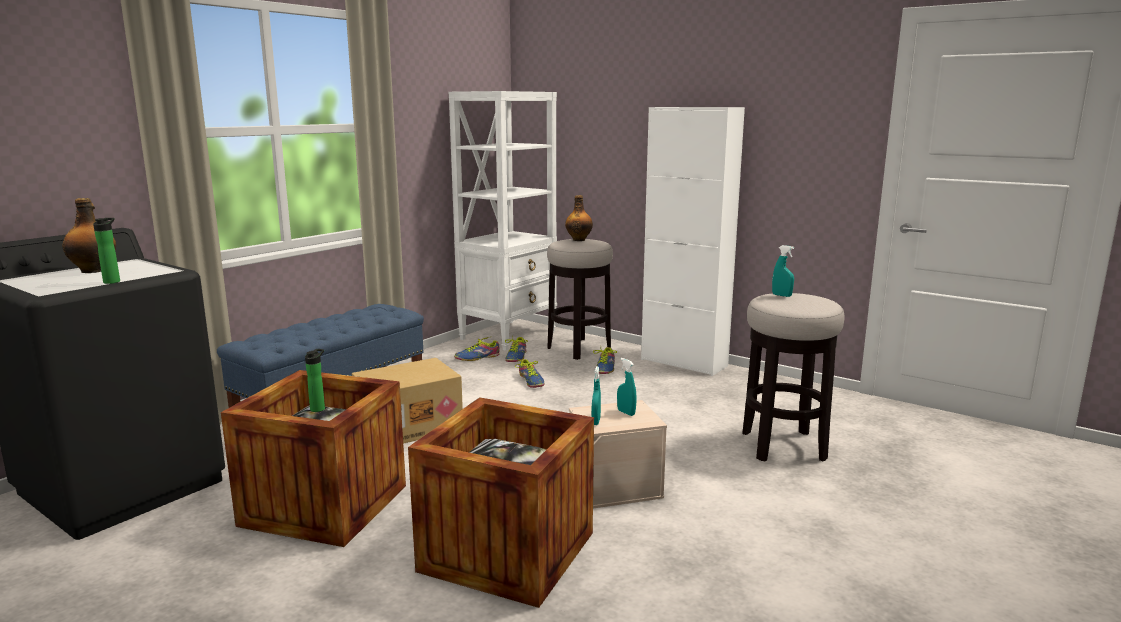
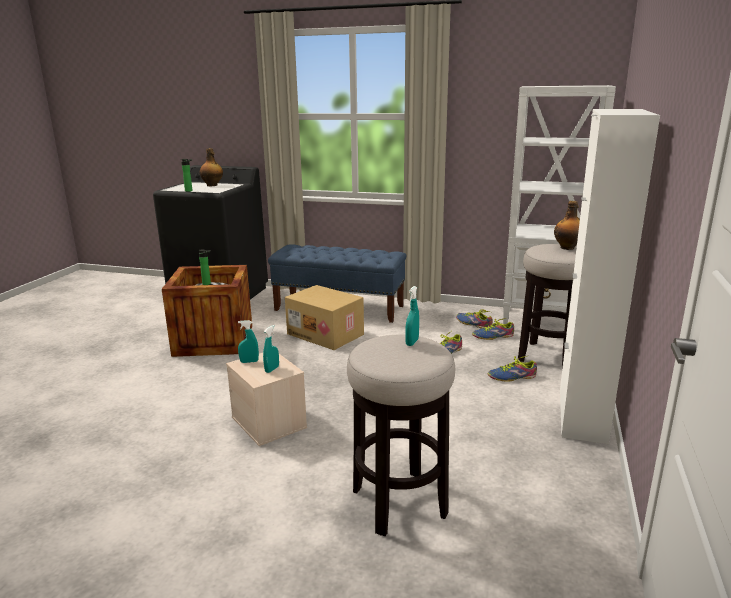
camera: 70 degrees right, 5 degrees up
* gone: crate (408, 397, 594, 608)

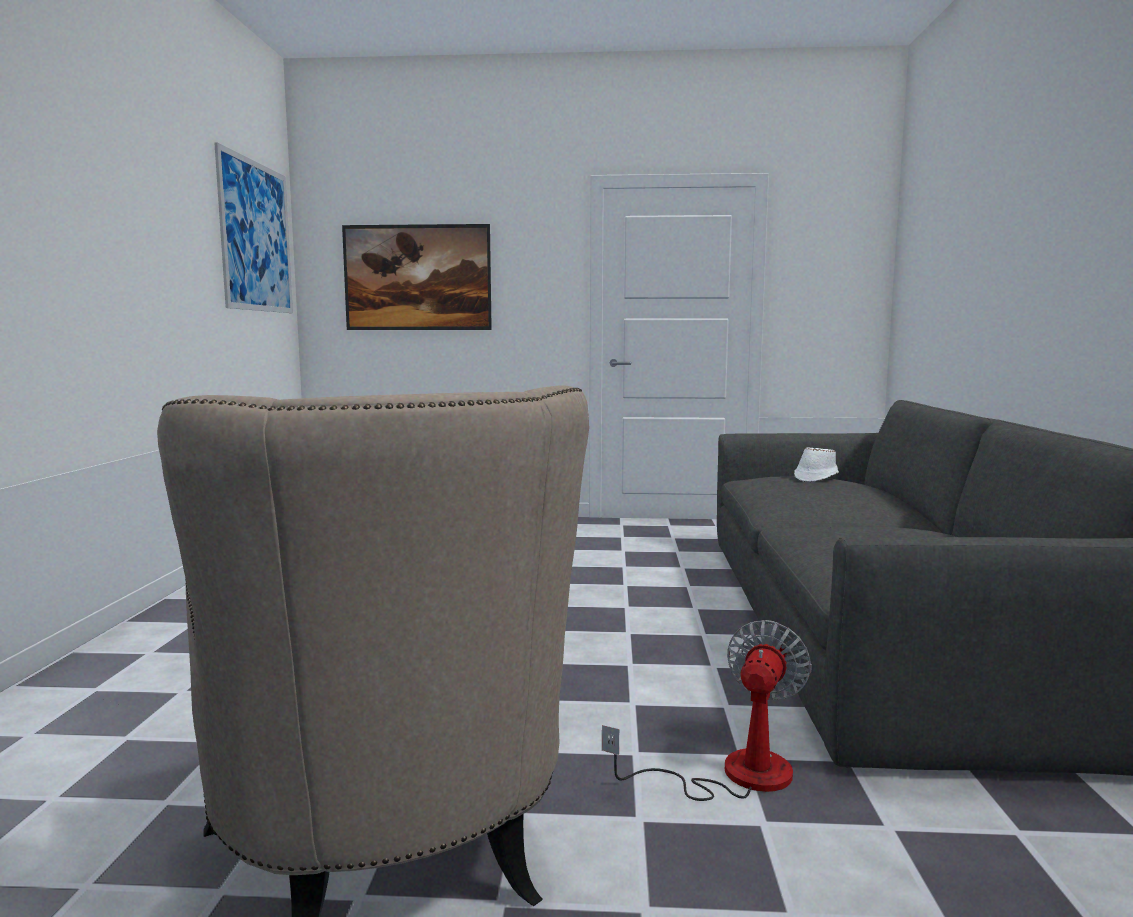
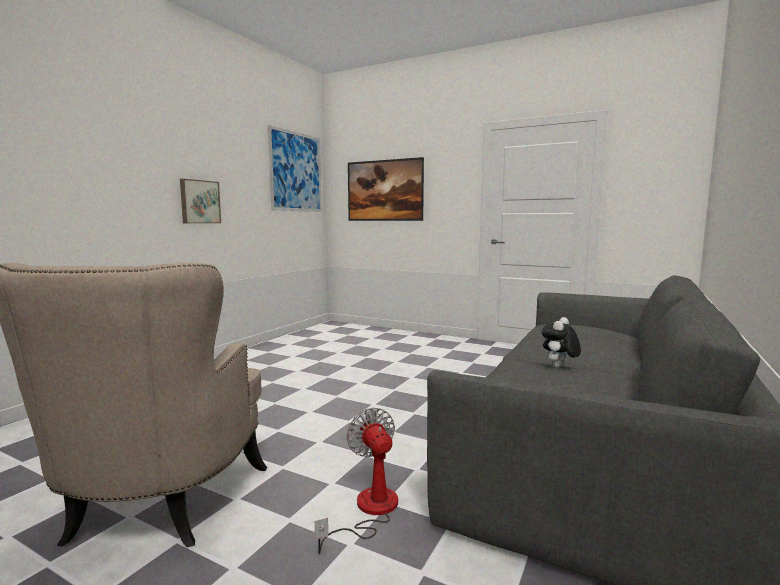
camera: 25 degrees right, 0 degrees up
* rotated: fan (602, 620, 812, 801) = (315, 407, 398, 554) 75 degrees counterclockwise
* gone: hat in white (794, 447, 839, 482)
* new: picture (180, 179, 221, 223)
* new: plush toy (542, 317, 581, 368)

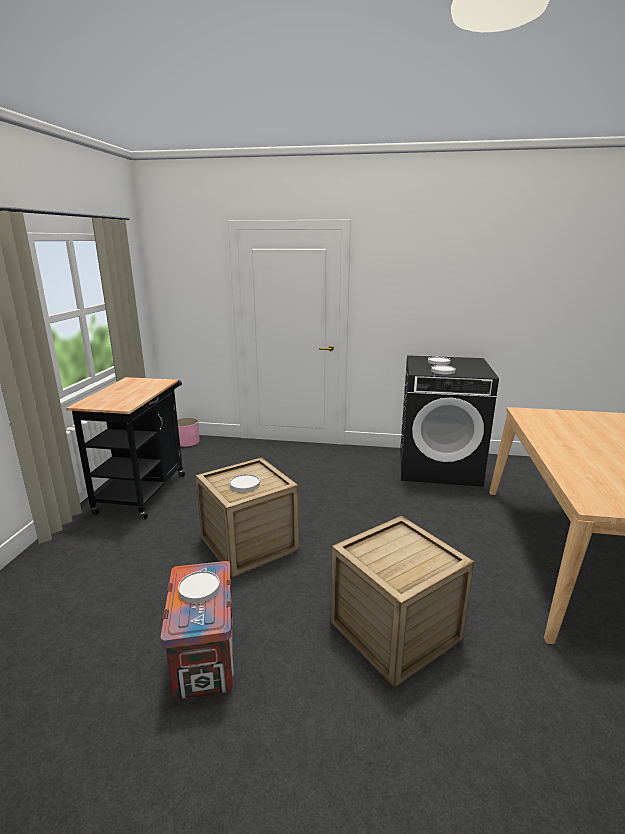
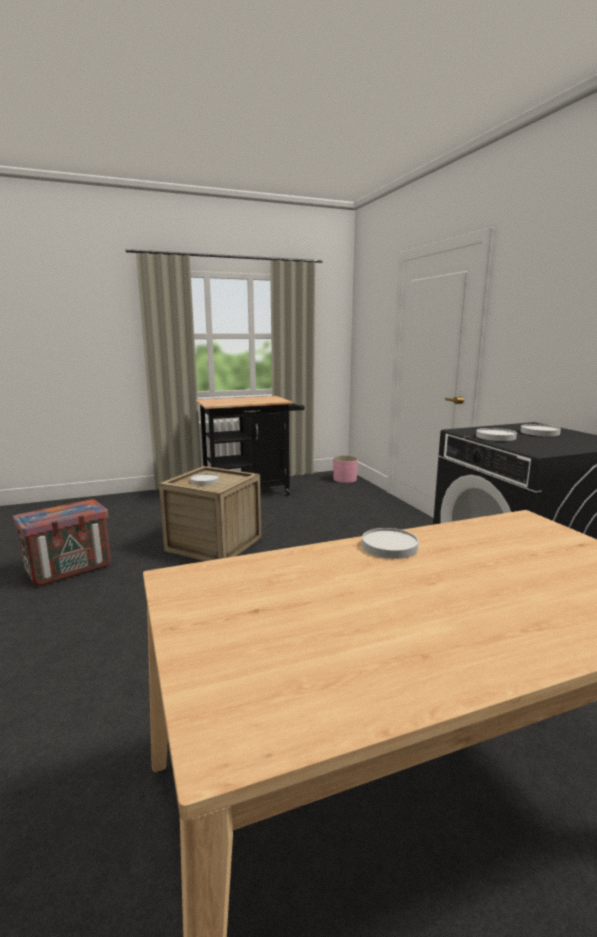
camera: 60 degrees right, 5 degrees down
* shifted: plate in white (178, 571, 220, 603) to (362, 528, 419, 559)
* gone: crate (330, 516, 475, 688)

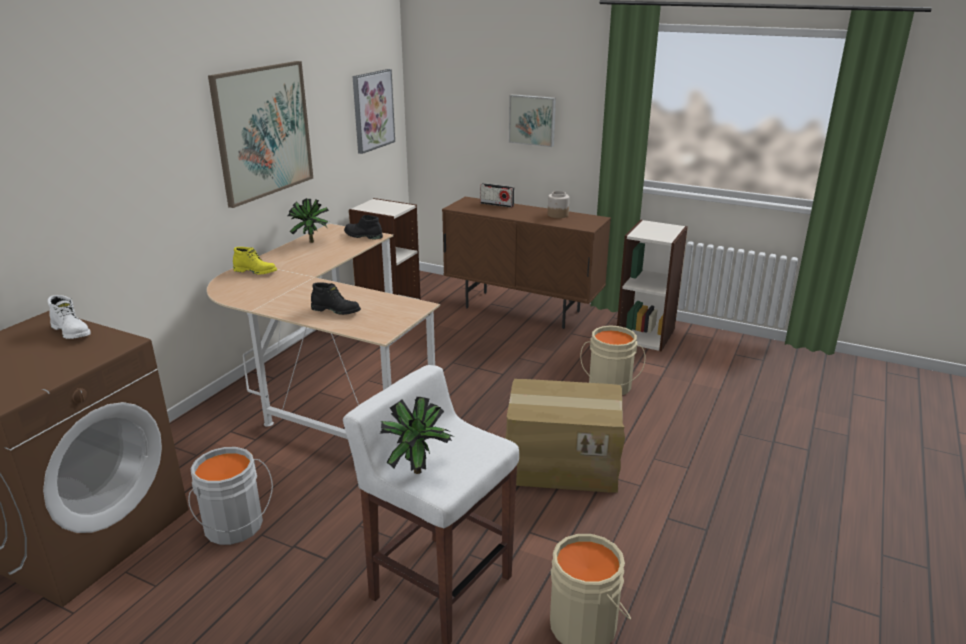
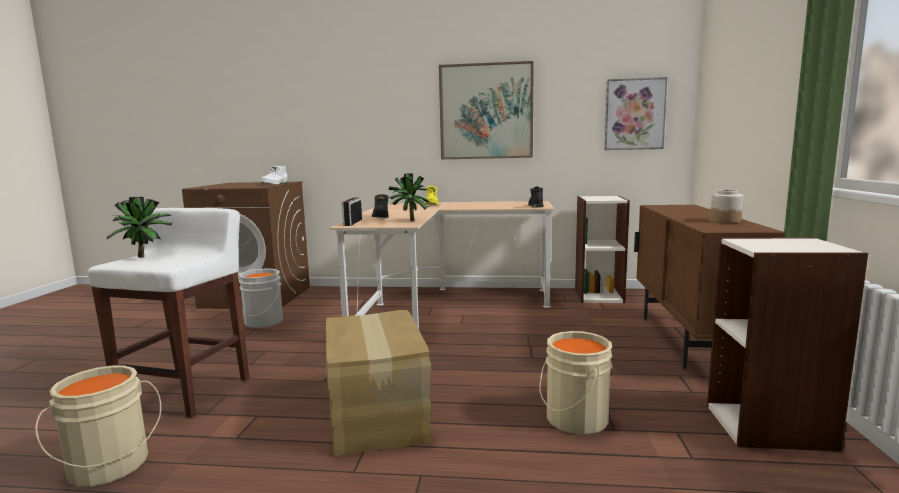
camera: 70 degrees right, 15 degrees down
* shifted: potted plant (288, 198, 329, 243) to (388, 173, 431, 221)
* shifted: radio (480, 183, 514, 208) to (341, 197, 362, 226)
* gone: picture (509, 94, 556, 147)

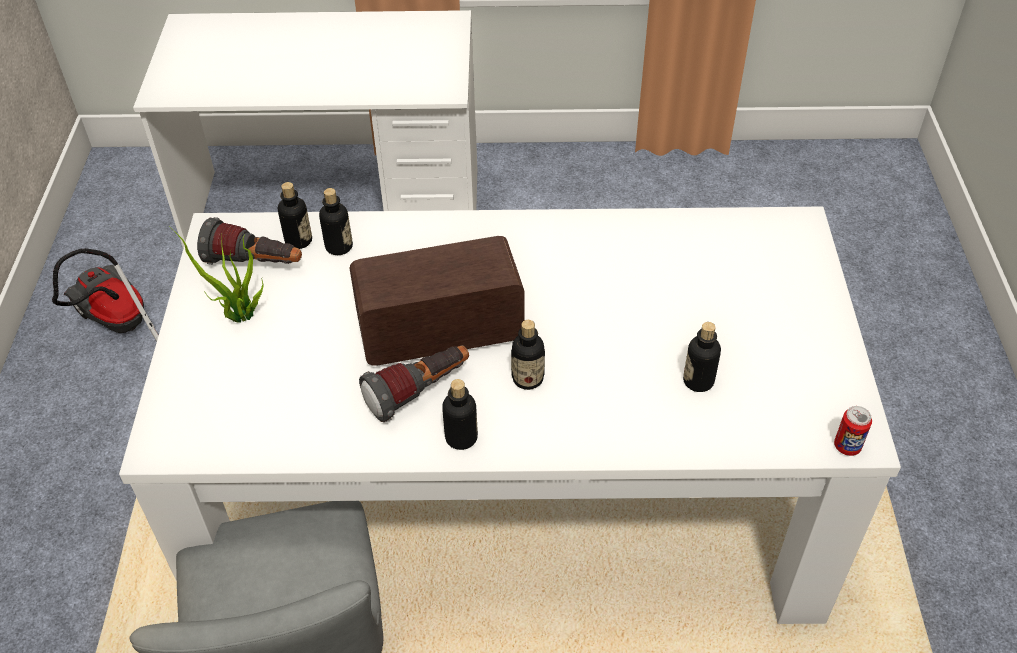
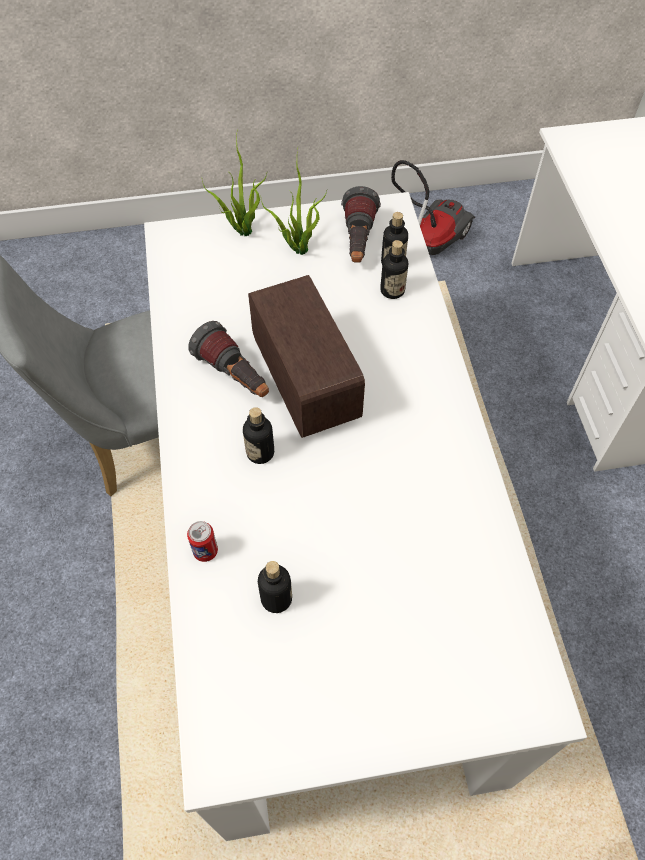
camera: 80 degrees right, 10 degrees up
* gone: bottle (442, 379, 478, 450)
* shifted: can (834, 406, 872, 456) to (187, 521, 218, 562)
* new: potted plant (202, 128, 267, 236)

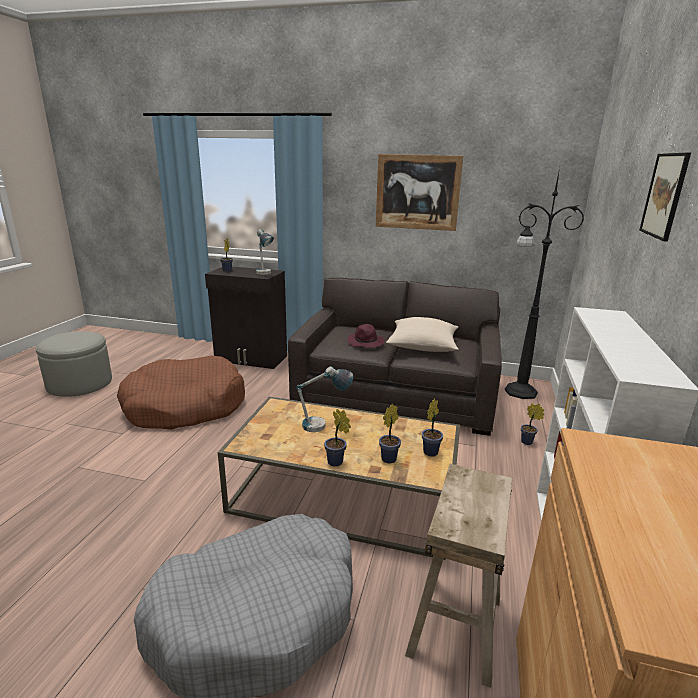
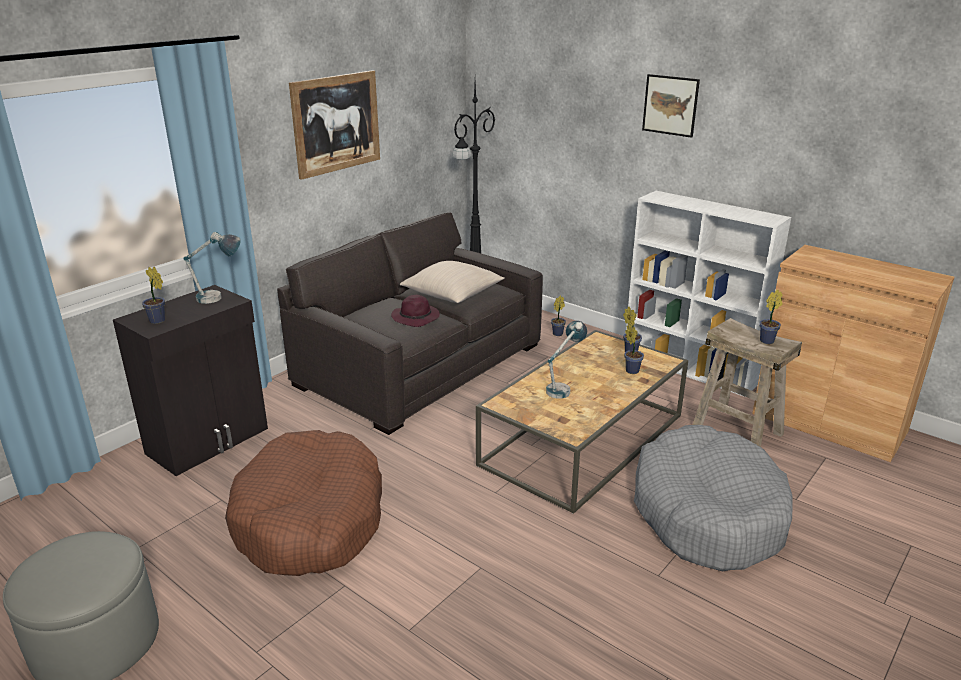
camera: 65 degrees left, 5 degrees up
* shifted: potted plant (324, 409, 351, 466) to (760, 289, 783, 344)

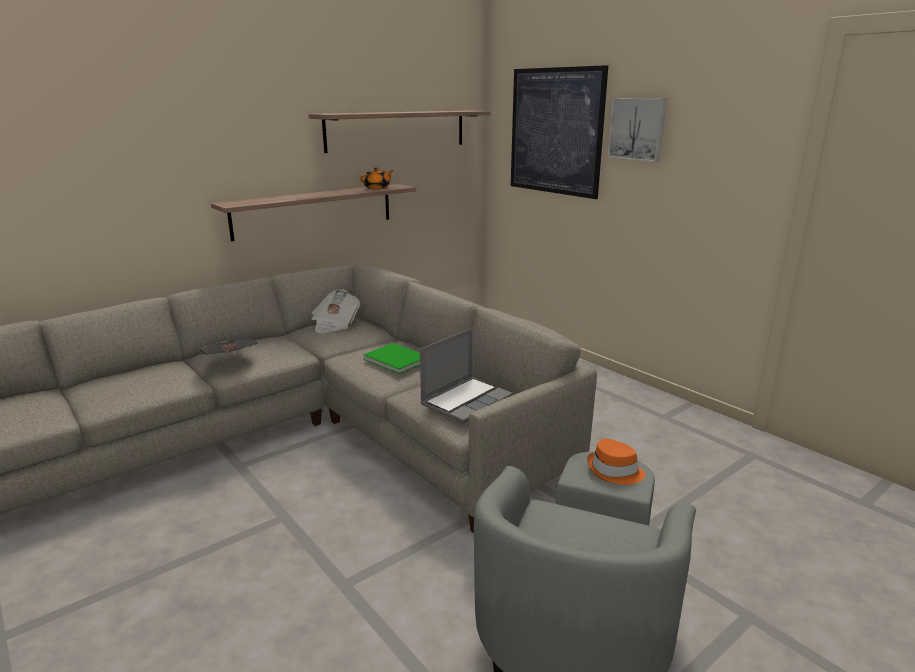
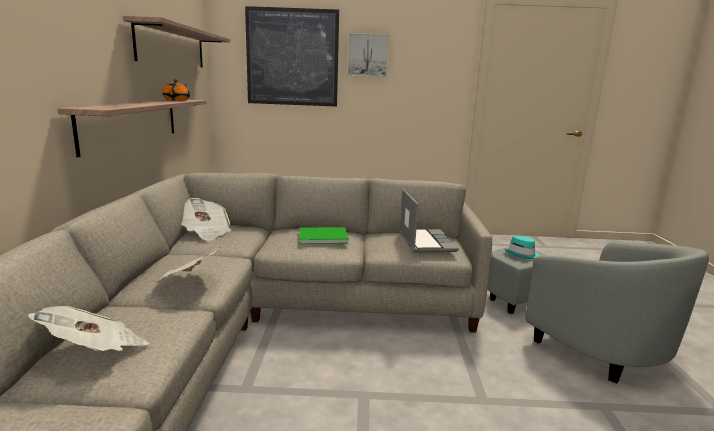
camera: 50 degrees left, 5 degrees down
* repainted: hat in orange (587, 438, 645, 485) to hat in turquoise (505, 236, 539, 259)
* new: newspaper (28, 306, 149, 351)

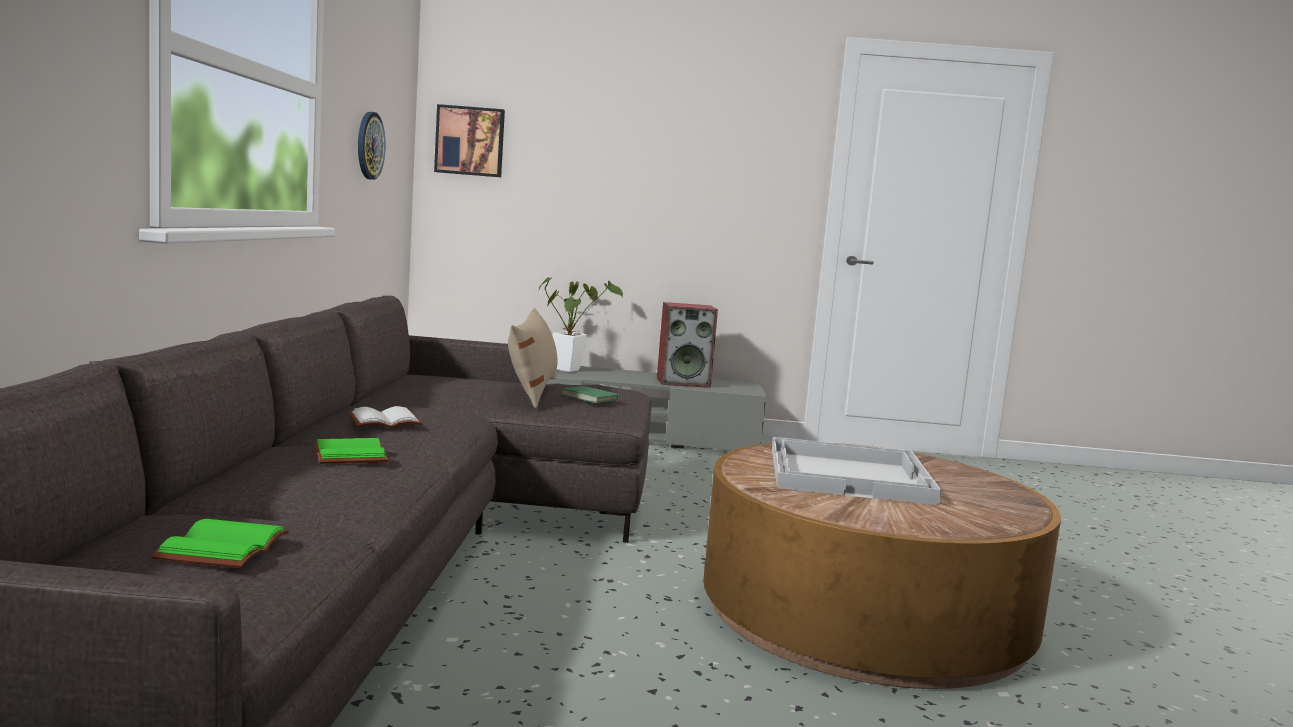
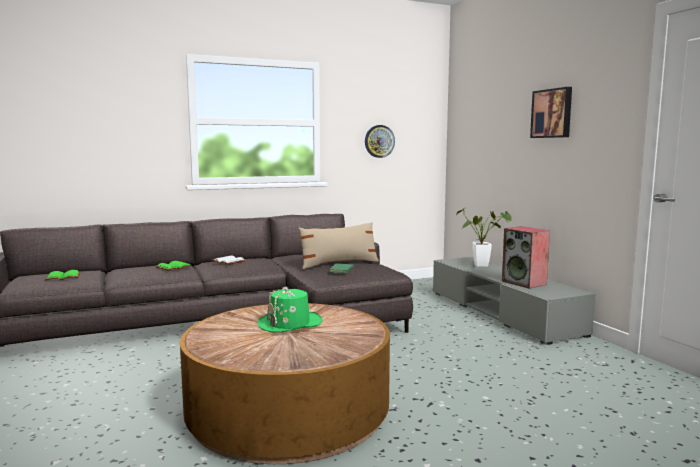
camera: 65 degrees right, 0 degrees up
* shifted: picture (434, 104, 505, 177) to (530, 87, 572, 138)
* swapped: tray in white (772, 437, 941, 505) to hat in green (258, 286, 322, 333)

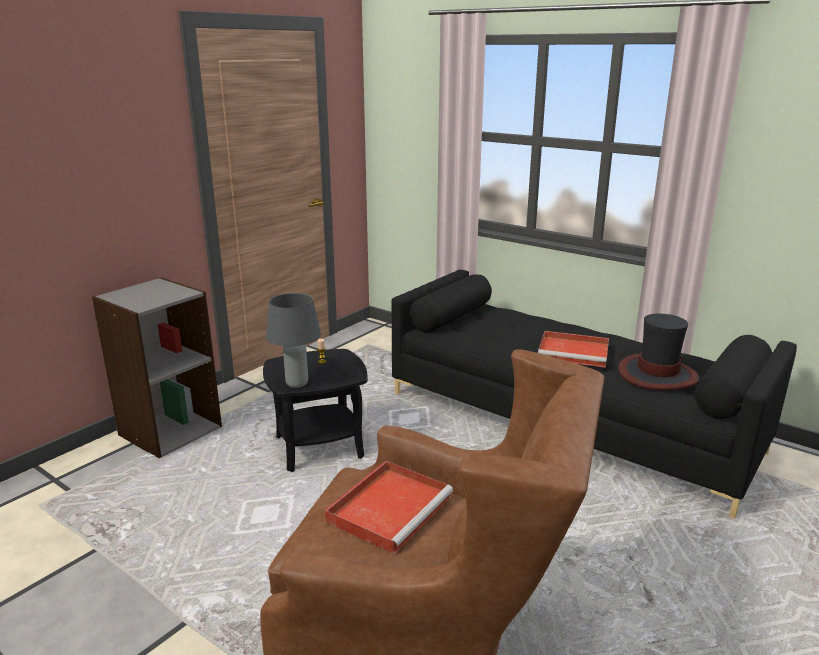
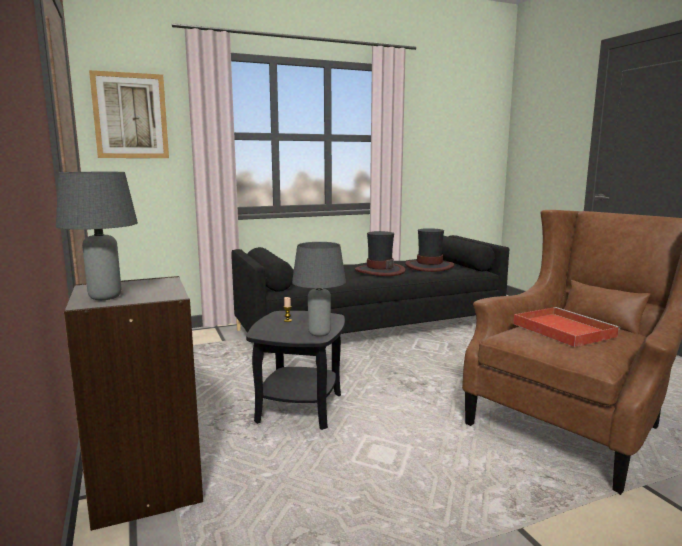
camera: 60 degrees left, 10 degrees down
* swapped: tray in red (538, 331, 609, 368) to hat (355, 231, 406, 276)
* new: table lamp in grey (56, 172, 138, 300)
* new: picture (89, 70, 169, 158)

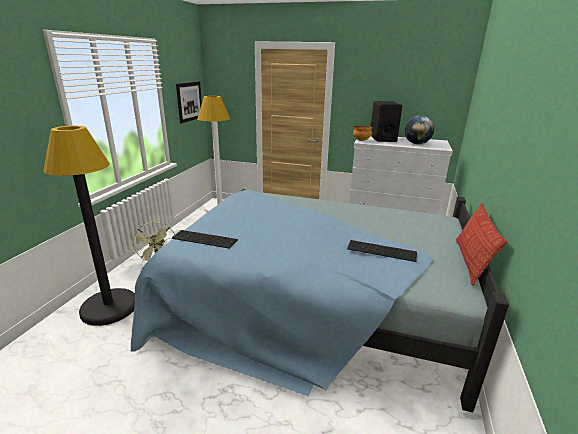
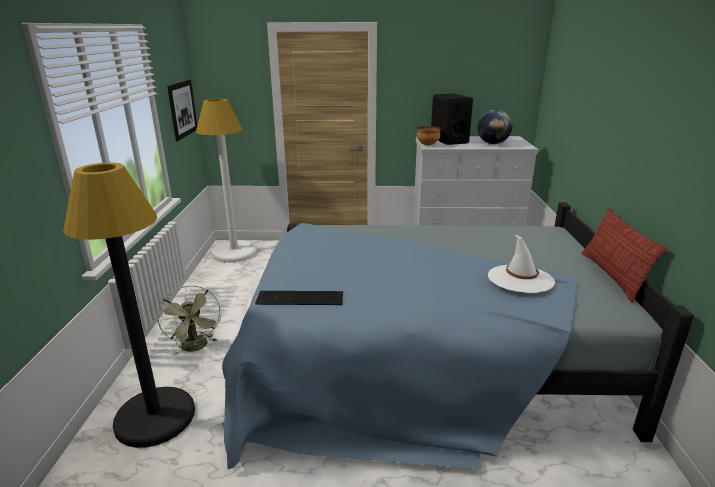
camera: 15 degrees left, 0 degrees up
* swapped: keyboard (347, 240, 417, 262) to hat in white (488, 234, 555, 293)

